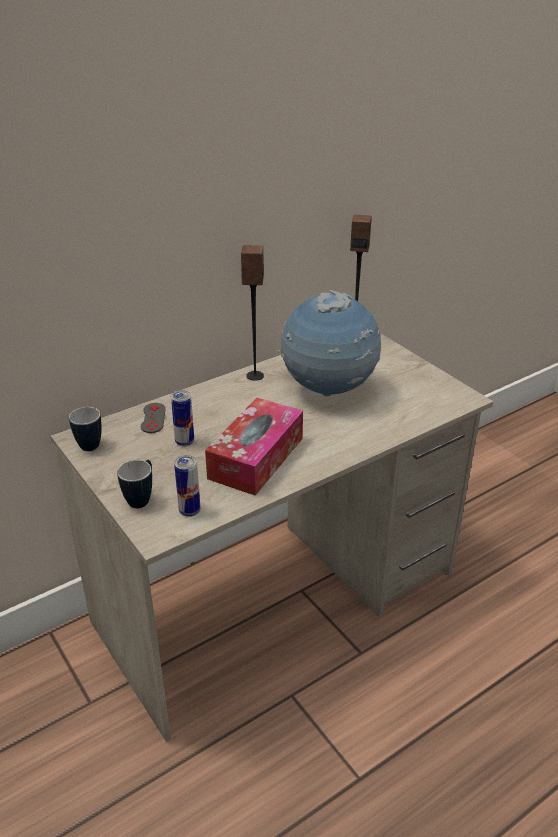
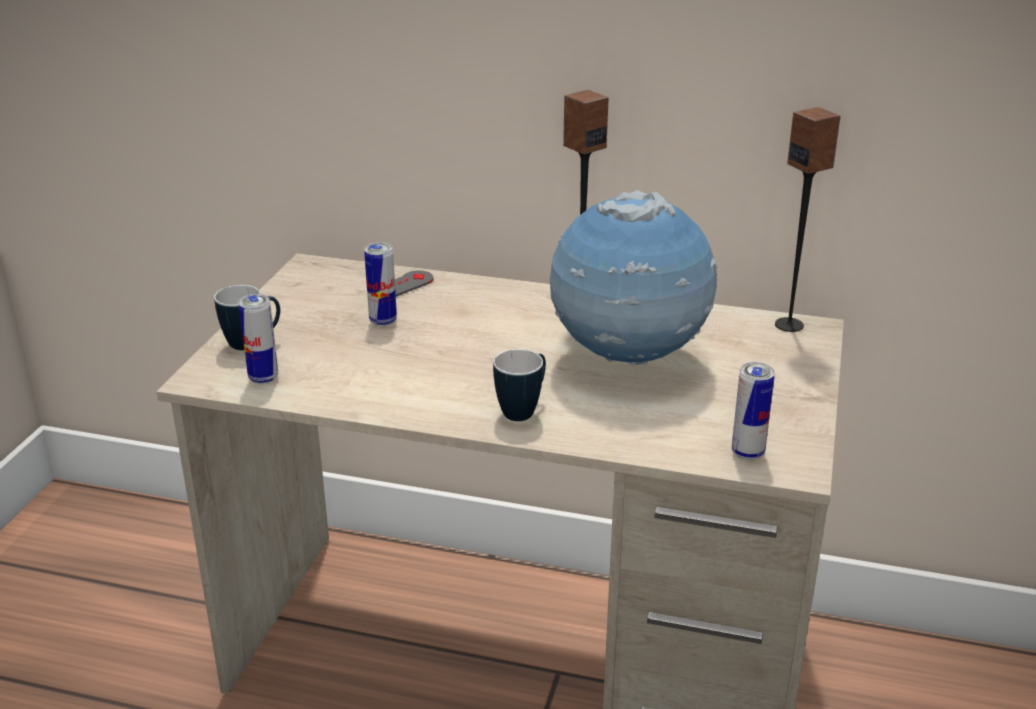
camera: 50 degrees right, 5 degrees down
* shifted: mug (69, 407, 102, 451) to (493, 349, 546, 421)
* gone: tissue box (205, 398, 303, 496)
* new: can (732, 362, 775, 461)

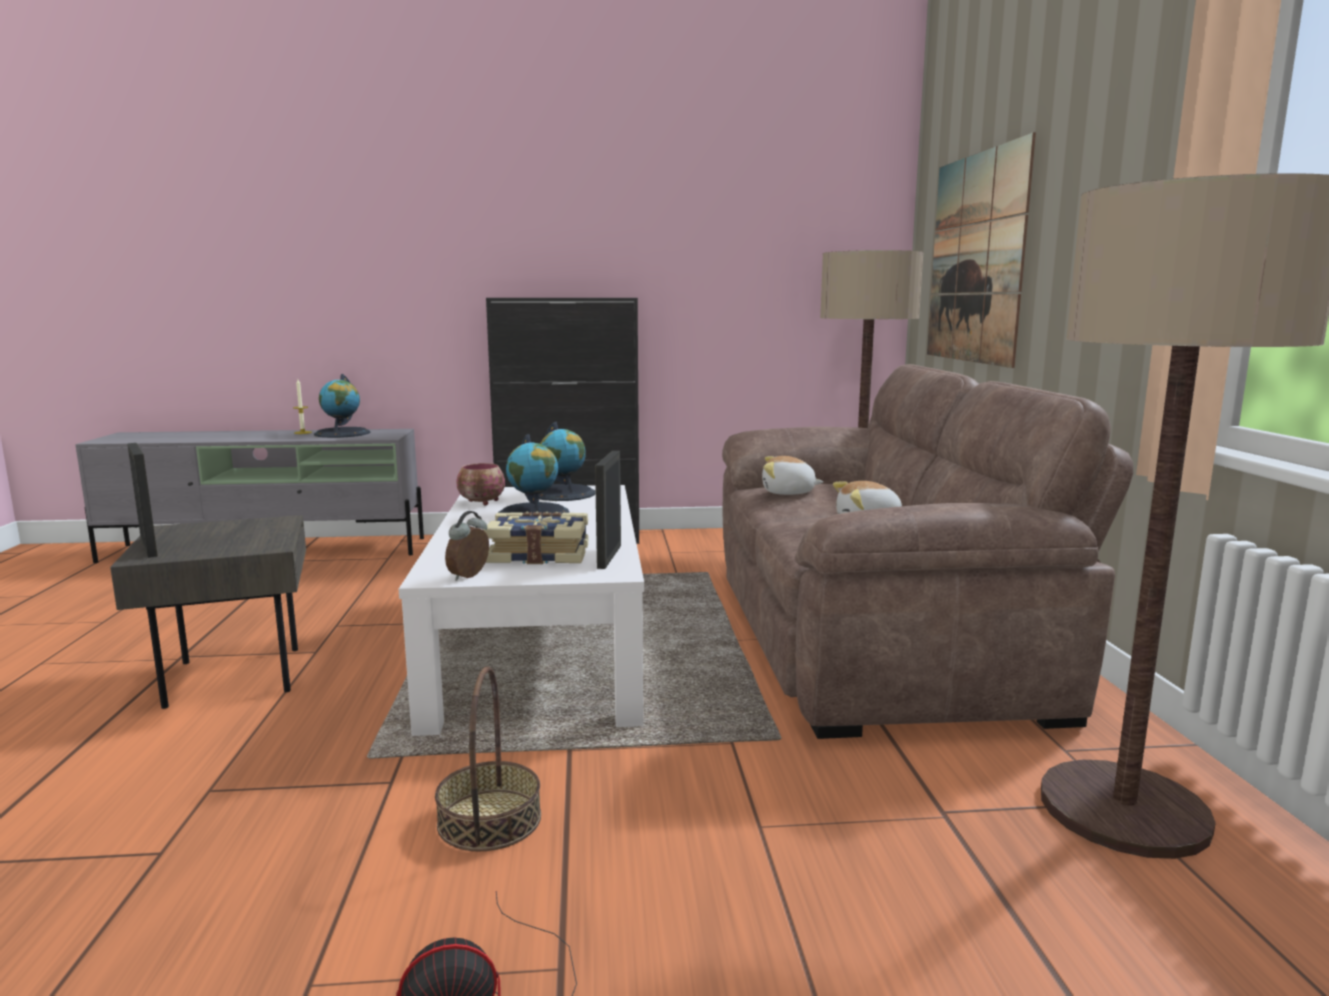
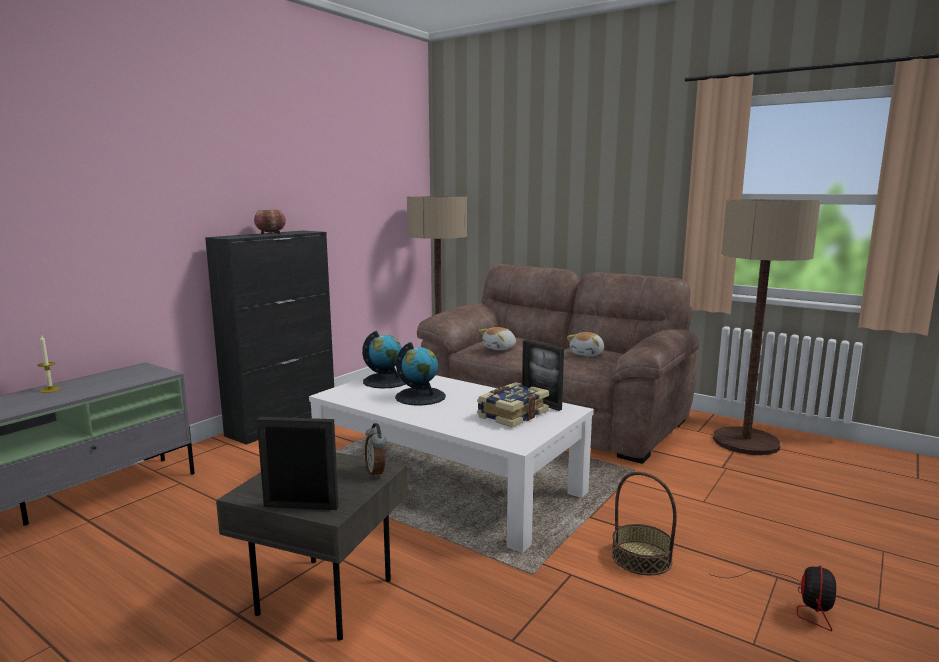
camera: 50 degrees left, 0 degrees up
* gone: globe (314, 374, 370, 438)
* shifted: alarm clock (445, 511, 489, 581) to (365, 423, 387, 479)
* shifted: bowl (456, 463, 505, 506) to (254, 210, 286, 234)
* gone: picture (927, 132, 1036, 368)

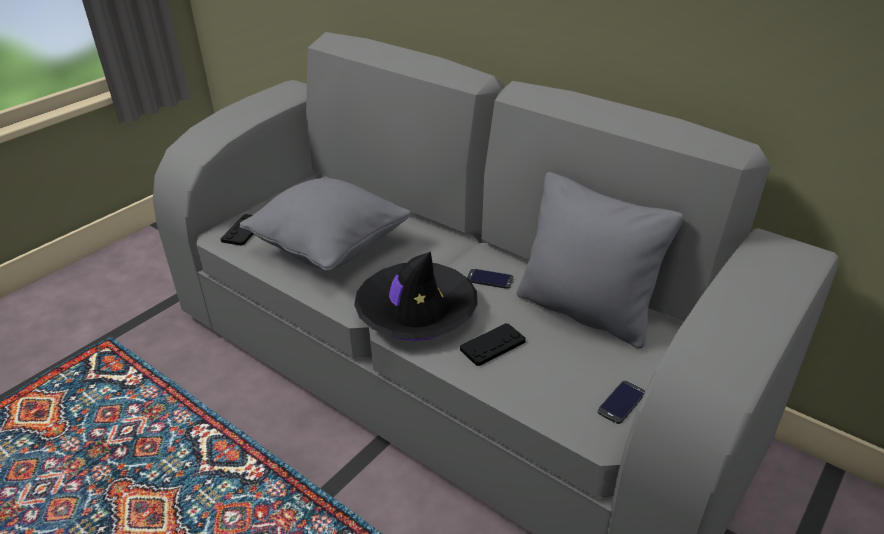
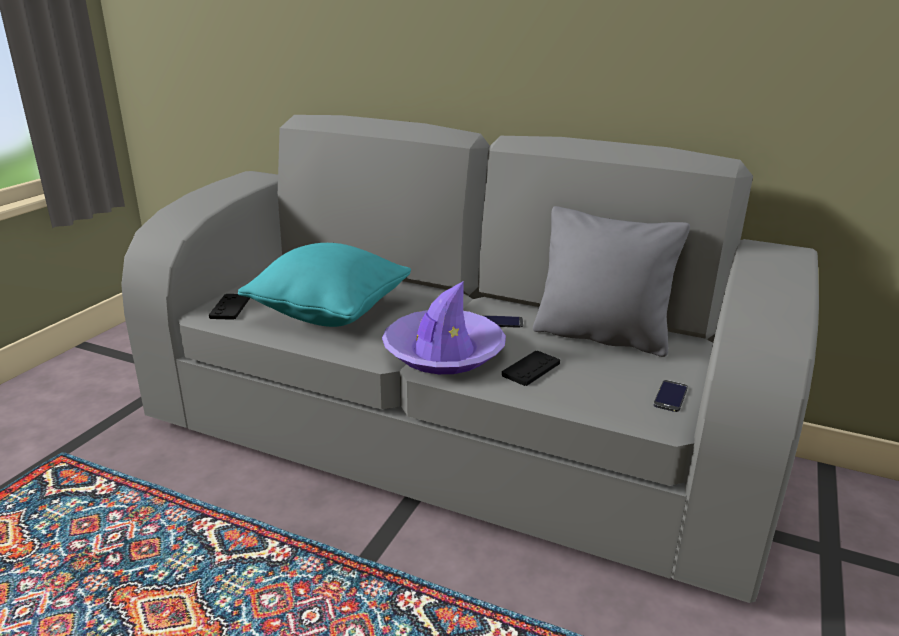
camera: 15 degrees left, 10 degrees down
* repainted: pillow in grey (240, 177, 411, 272) to pillow in turquoise (238, 243, 411, 327)
* repainted: hat in black (354, 252, 478, 341) to hat in purple (382, 281, 506, 374)

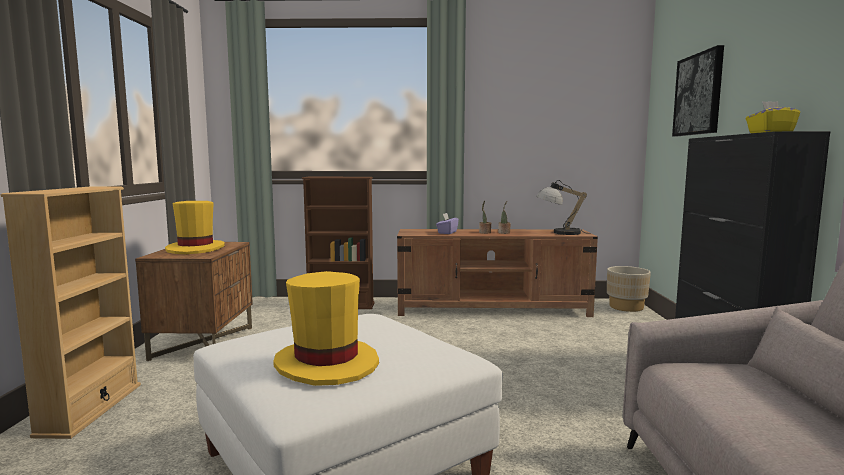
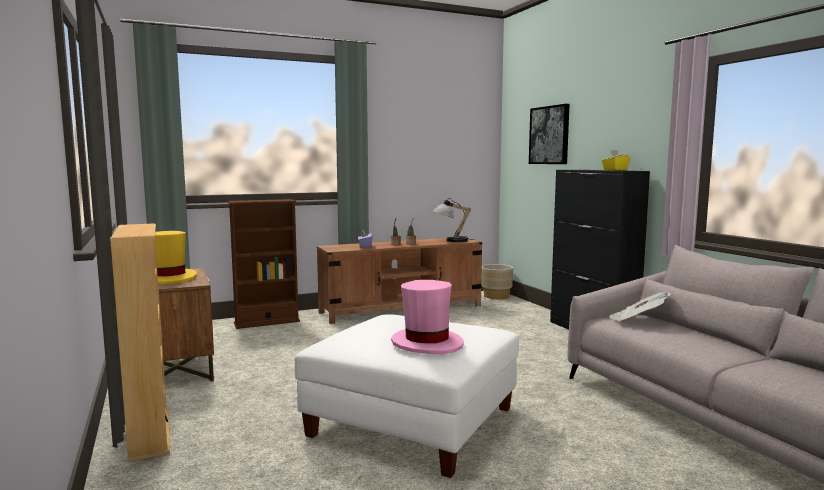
camera: 25 degrees left, 0 degrees up
* repainted: hat in yellow (273, 271, 379, 386) to hat in pink (391, 280, 464, 354)
* new: newspaper (609, 292, 671, 322)

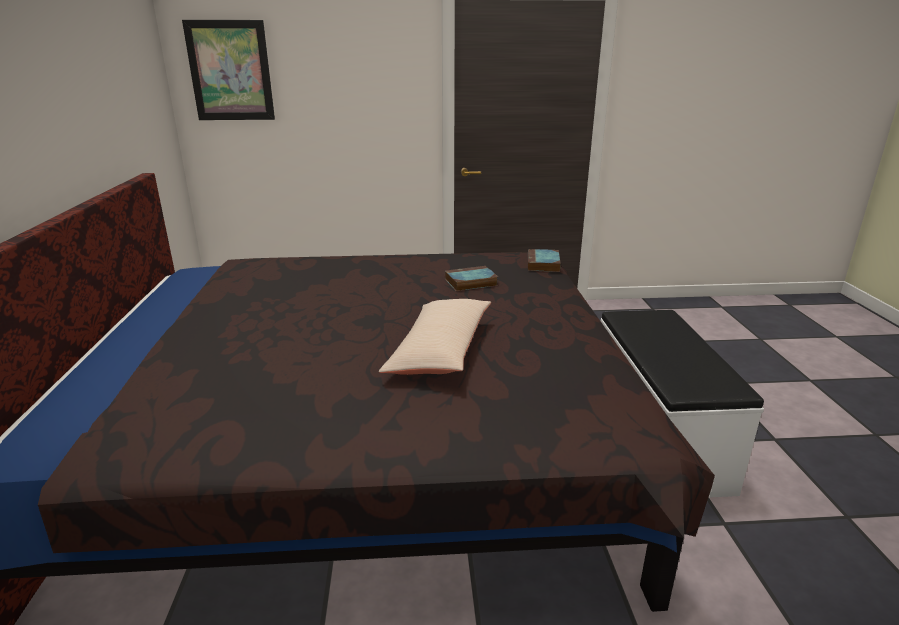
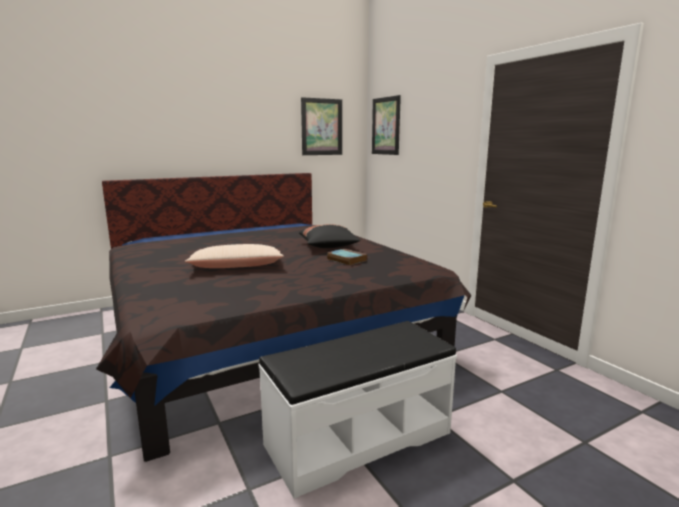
camera: 65 degrees right, 10 degrees down
* gone: book (528, 249, 561, 272)
* new: pillow in black (299, 224, 360, 248)
* new: picture (301, 97, 342, 155)

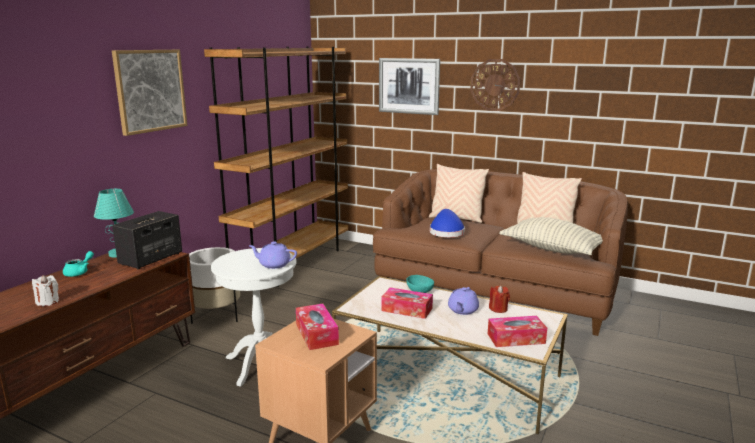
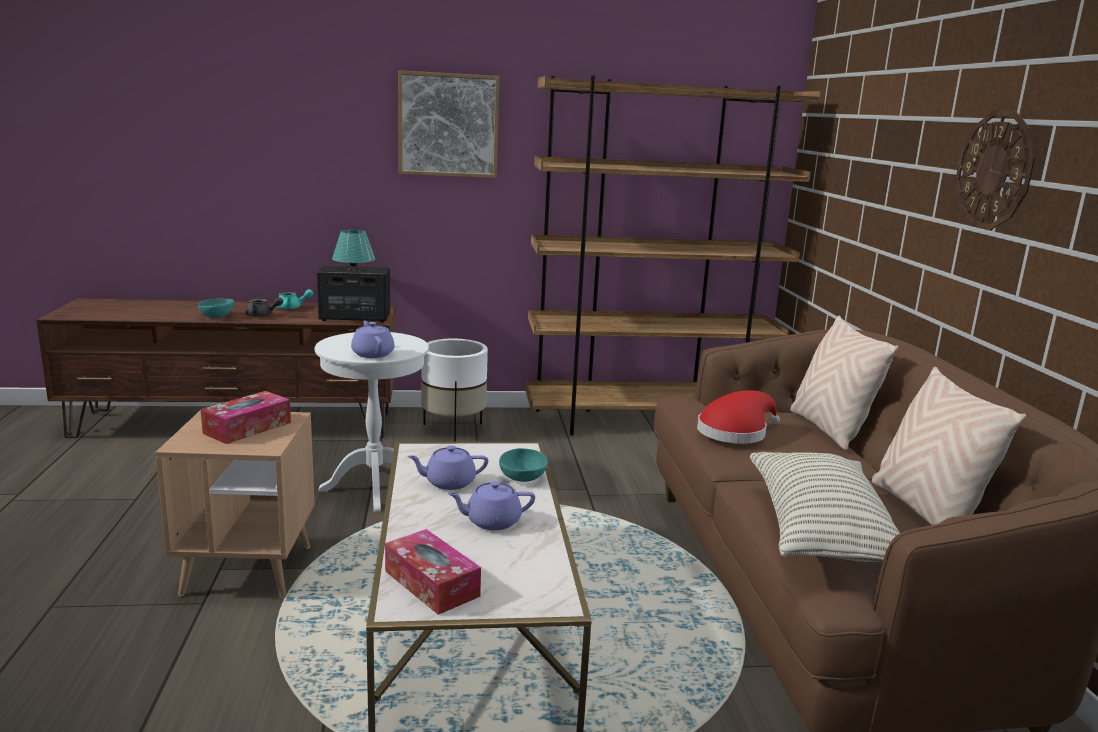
camera: 55 degrees right, 0 degrees up
* swapped: candle in white (32, 275, 59, 306) to bowl in turquoise (197, 299, 234, 318)
* gone: picture (379, 58, 440, 115)
* swapped: tissue box (381, 288, 433, 319) to teapot in purple (407, 445, 488, 490)
* repainted: hat in blue (430, 209, 465, 237) to hat in red (697, 390, 780, 444)
* gone: candle in red (489, 285, 510, 313)
* new: teapot in grey (246, 297, 283, 317)

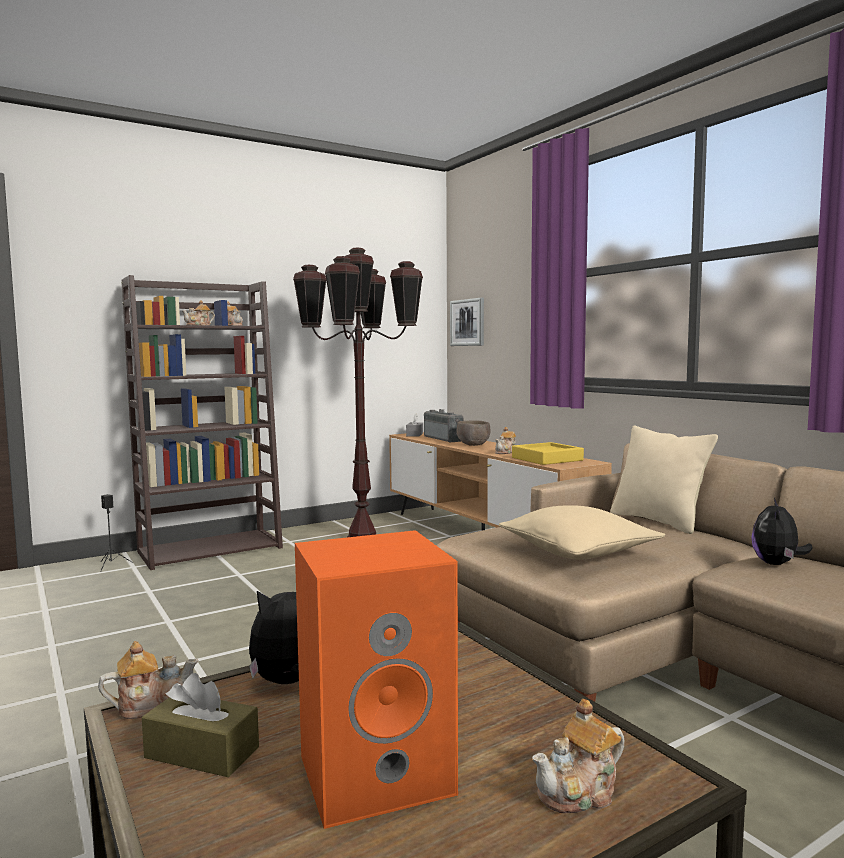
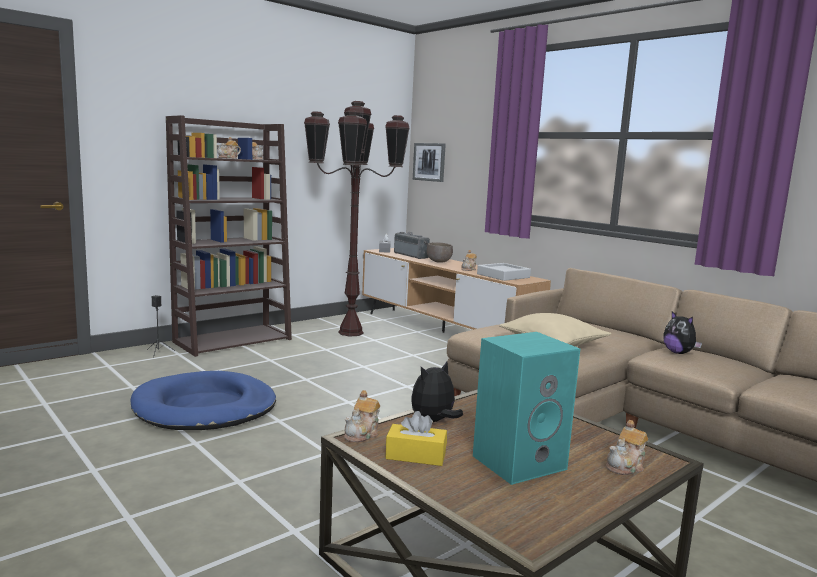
camera: 10 degrees left, 5 degrees up
* rotated: teapot (98, 641, 198, 719) = (344, 390, 380, 443) 150 degrees clockwise
* repainted: tissue box in brown (142, 673, 259, 777) to tissue box in yellow (385, 411, 447, 466)
* repainted: speaker in orange (295, 530, 458, 829) to speaker in turquoise (473, 332, 580, 485)
* repainted: tray in yellow (512, 442, 584, 465) to tray in grey (477, 263, 531, 281)
* gone: pillow in beige (610, 426, 718, 534)
* rotated: plush toy (751, 498, 812, 565) = (663, 311, 702, 354) 45 degrees counterclockwise
* new: dog bed in blue (131, 371, 276, 430)

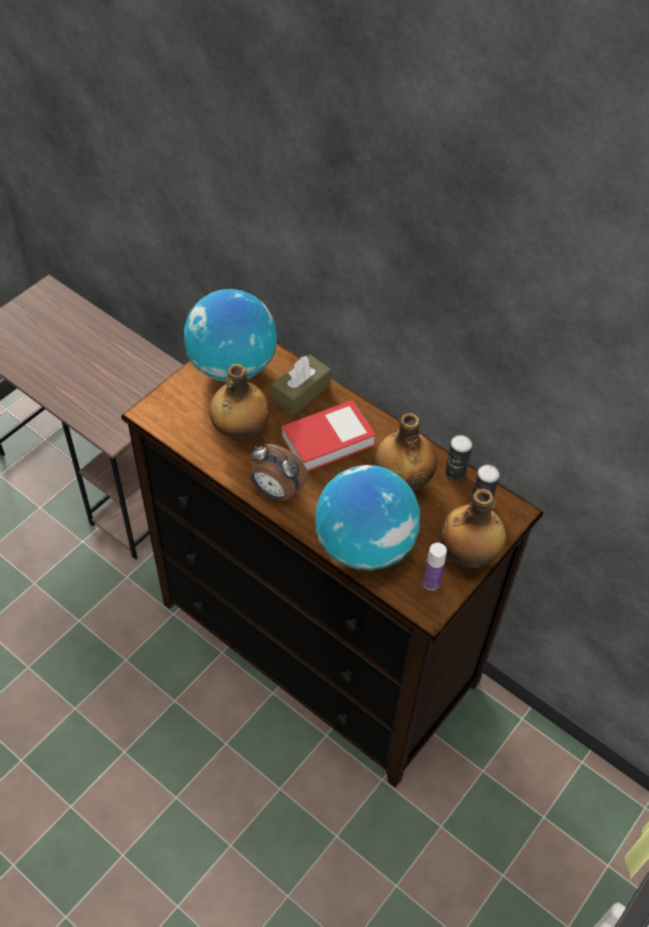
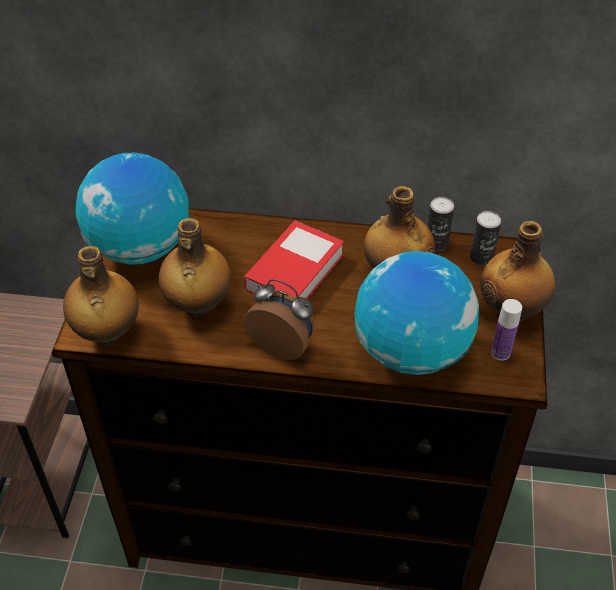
camera: 30 degrees left, 5 degrees down
* rotated: alarm clock (250, 444, 308, 501) = (244, 279, 315, 360) 150 degrees counterclockwise
* gone: tissue box in brown (271, 355, 331, 416)
* new: bottle (63, 246, 139, 345)

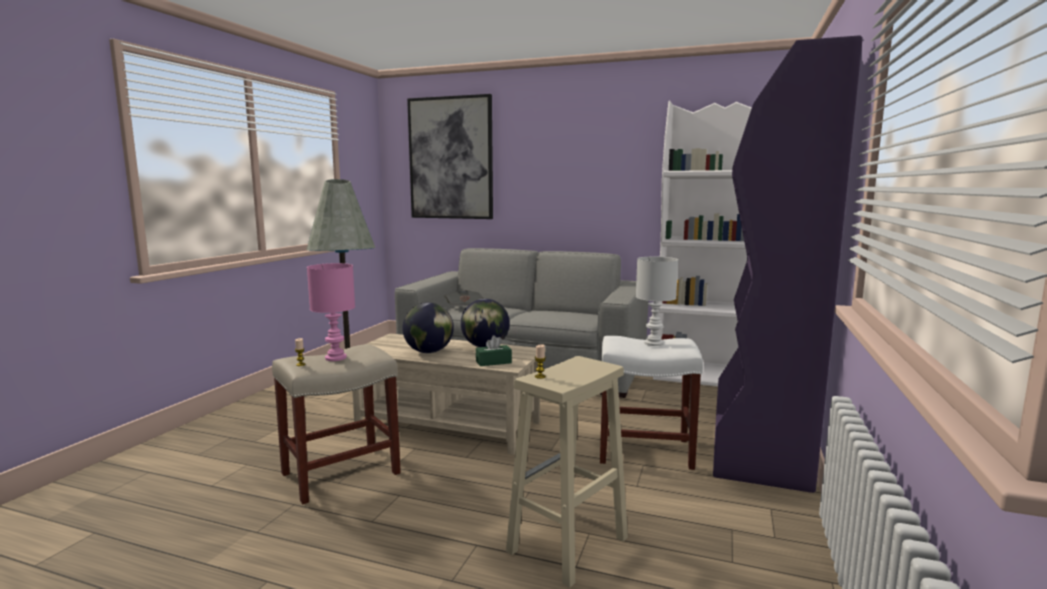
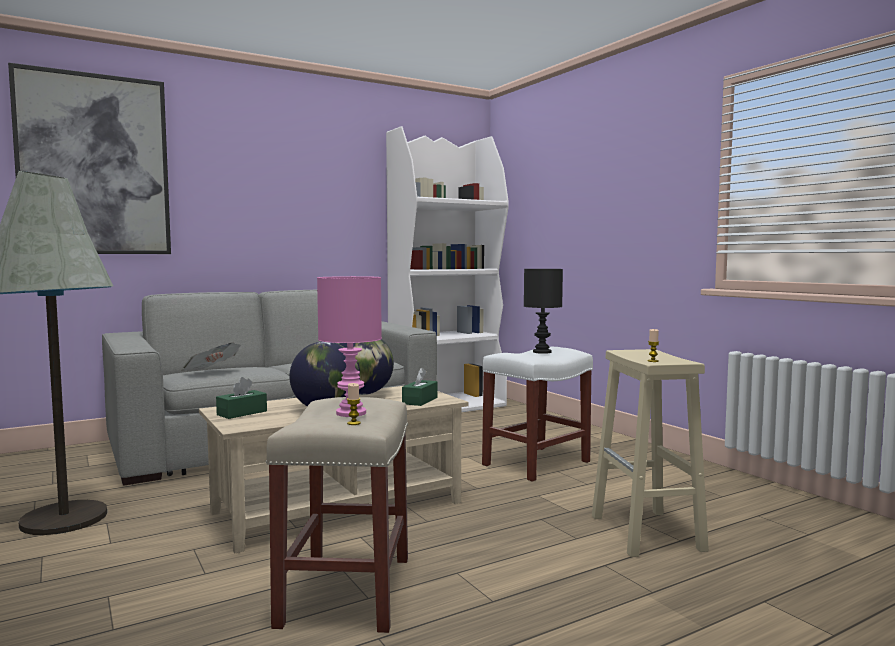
camera: 50 degrees left, 5 degrees down
* repainted: table lamp in white (636, 257, 678, 346) to table lamp in black (524, 269, 563, 354)
* gone: bookcase in purple (713, 35, 863, 493)
* new: tissue box in green (216, 377, 267, 419)

